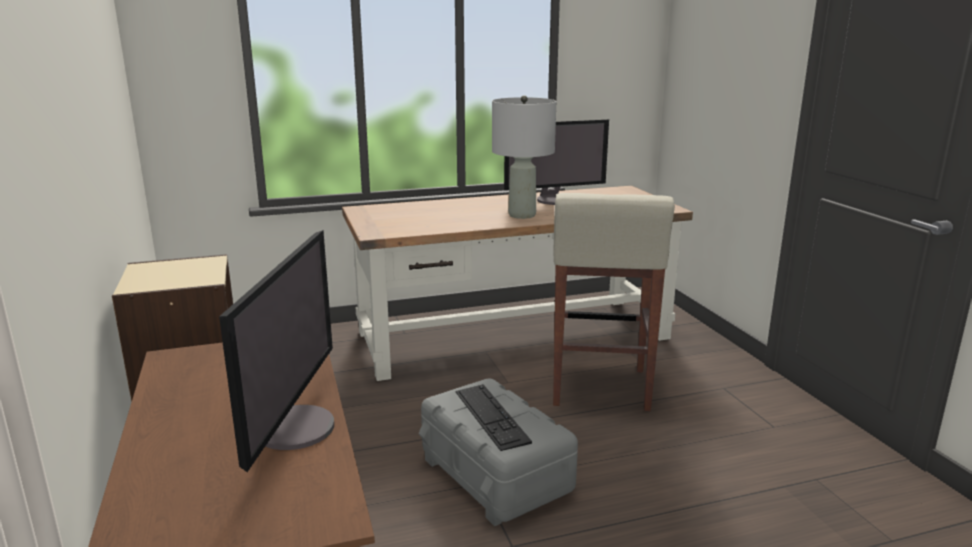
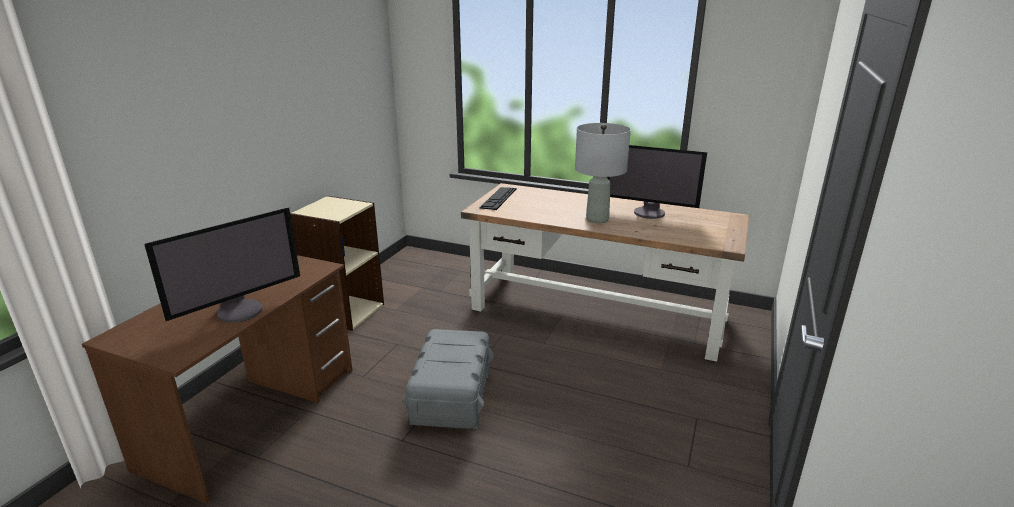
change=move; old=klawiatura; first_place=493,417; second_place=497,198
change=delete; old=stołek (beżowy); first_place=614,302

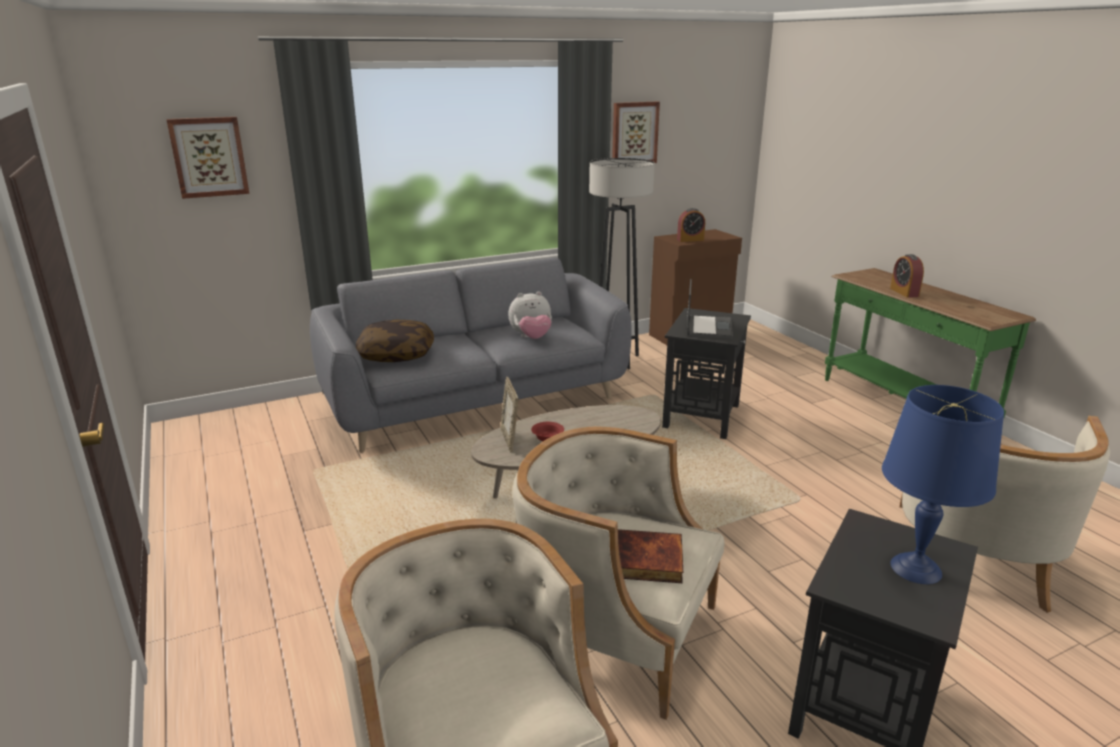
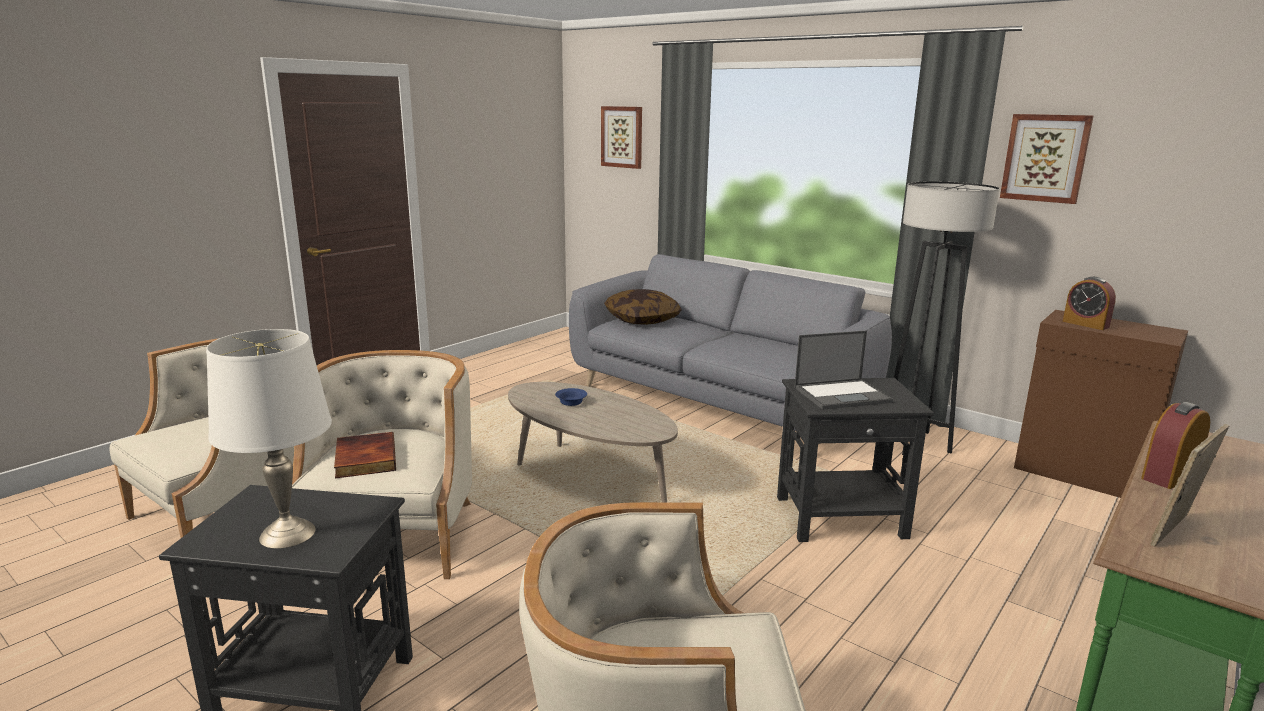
change=move; old=ramka na zdjęcie; first_place=509,414; second_place=1190,485
change=delete; old=pluszak; first_place=530,315
change=recolor; old=miska (czerwony); new=miska (niebieski); first_place=547,431; second_place=571,397
change=recolor; old=lampa stołowa (niebieski); new=lampa stołowa (biały); first_place=943,484; second_place=269,439

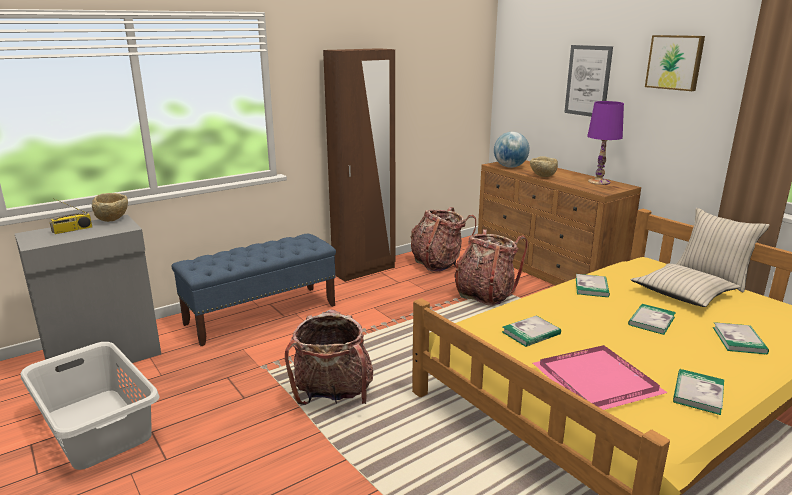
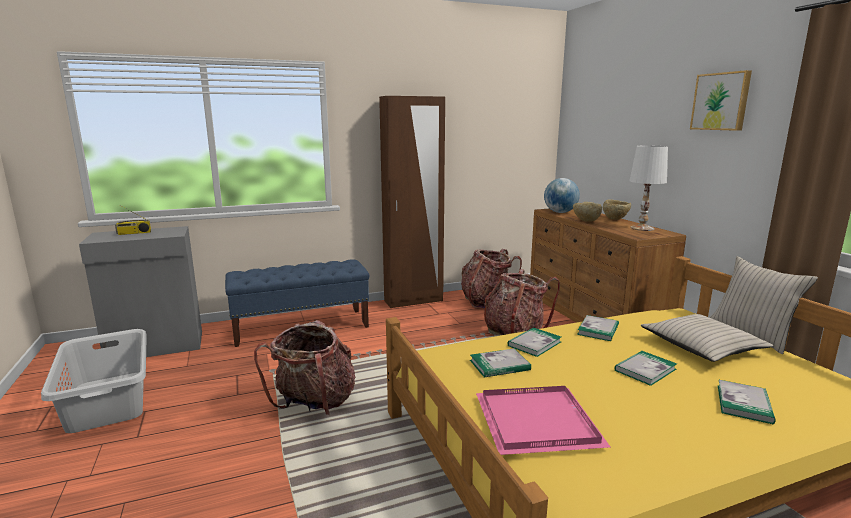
change=move; old=miska (beżowy); first_place=110,207; second_place=617,209
change=delete; old=obraz; first_place=588,81
change=recolor; old=lampa stołowa (fioletowy); new=lampa stołowa (biały); first_place=605,143; second_place=648,188
change=move; old=książka; first_place=698,392; second_place=534,342

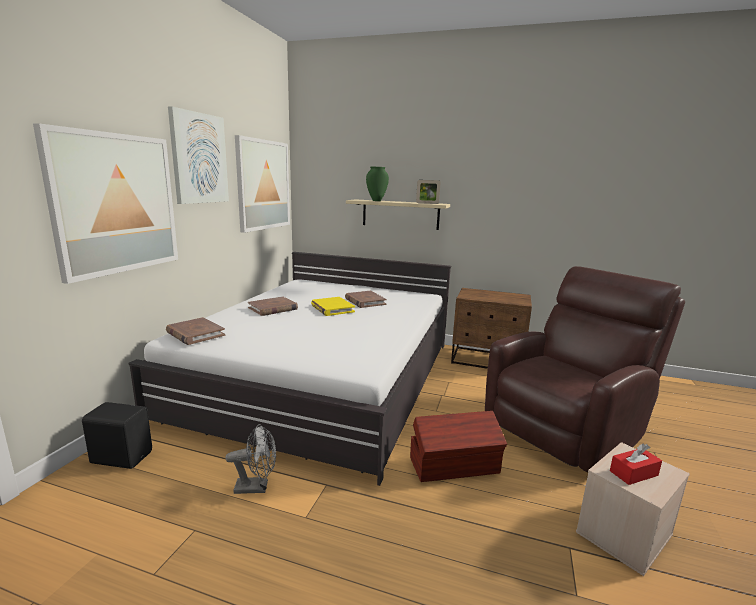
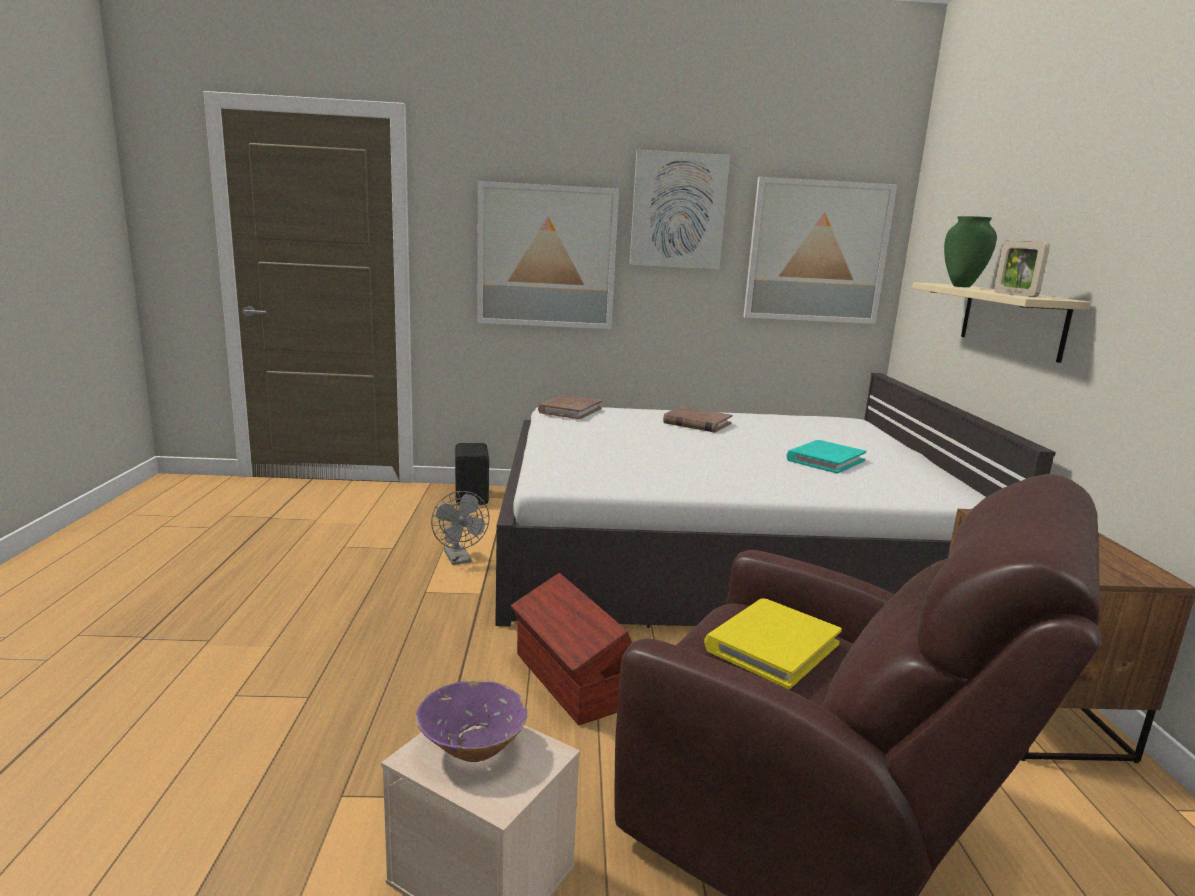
change=move; old=książka (żółty); first_place=333,306; second_place=773,643
change=recolor; old=książka (brązowy); new=książka (turkusowy); first_place=366,299; second_place=826,457
change=replace; old=pudełko chusteczek (czerwony); new=miska (fioletowy); first_place=636,464; second_place=471,721

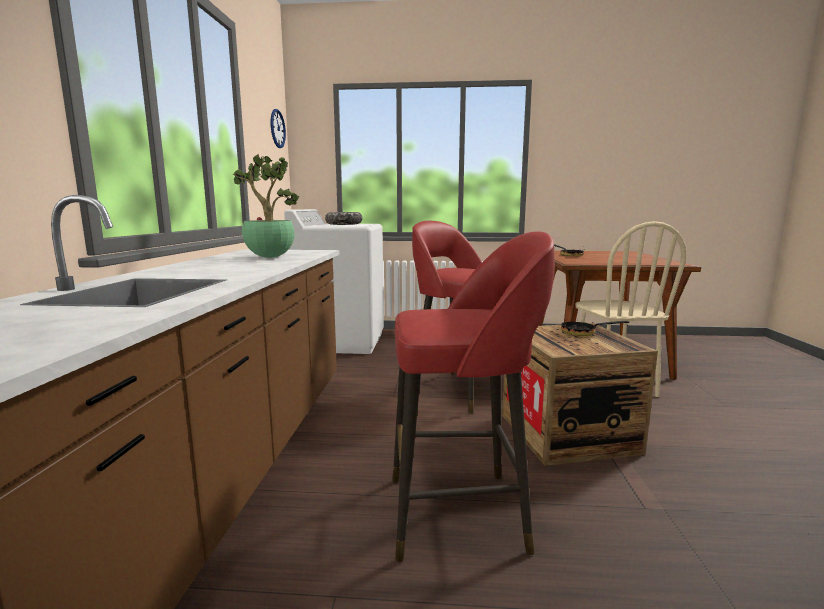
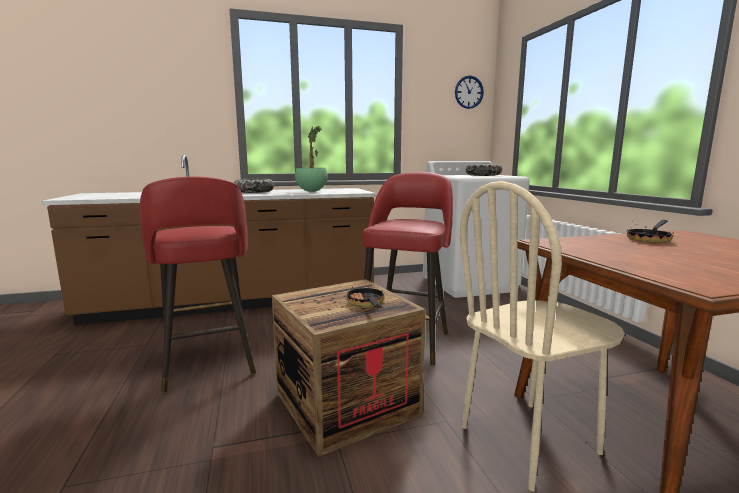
change=insert; new=miska; second_place=254,185

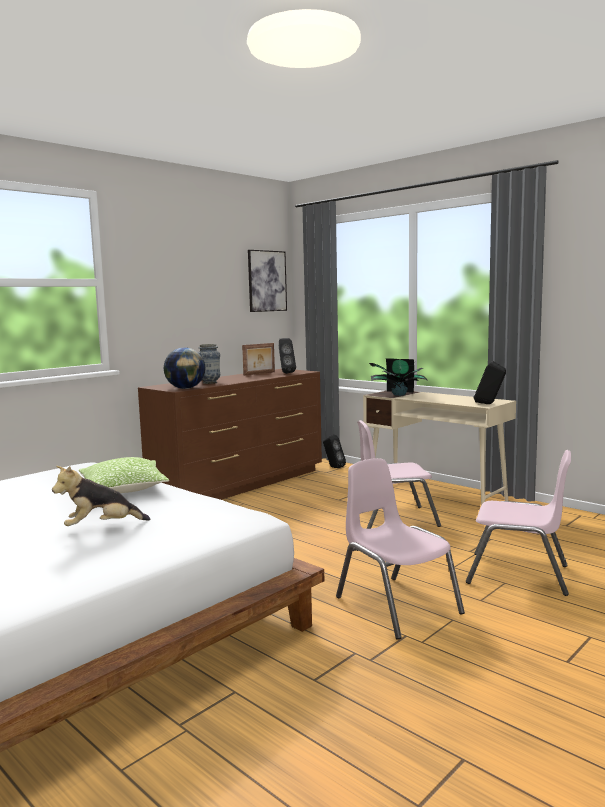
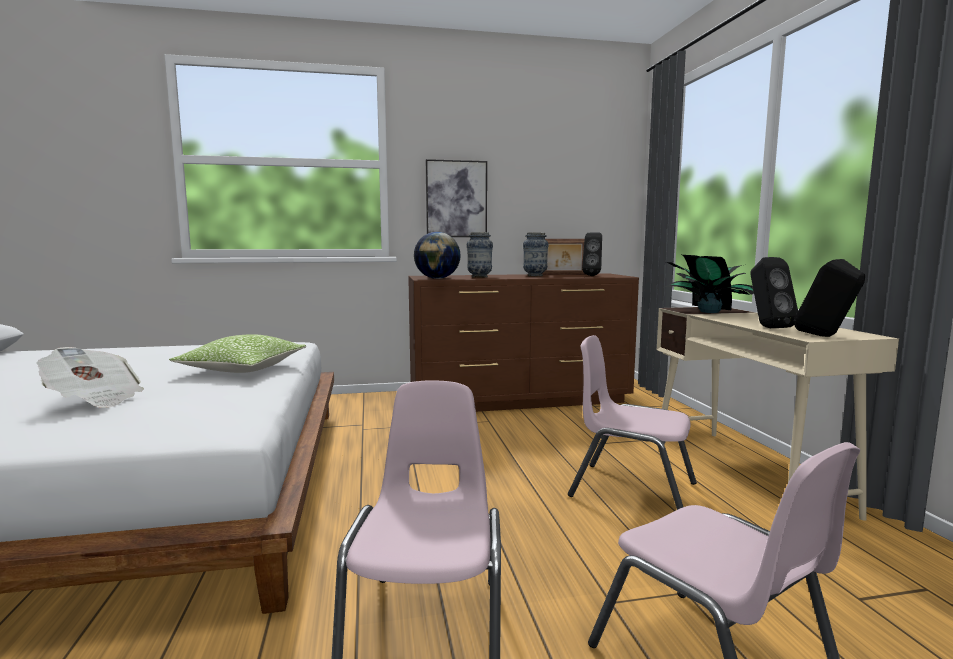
change=replace; old=pluszak; new=gazeta; first_place=101,496; second_place=90,377
change=move; old=obraz; first_place=267,281; second_place=456,198
change=move; old=głośnik (czarny); first_place=334,451; second_place=774,292
change=insert; new=wazon; second_place=536,254

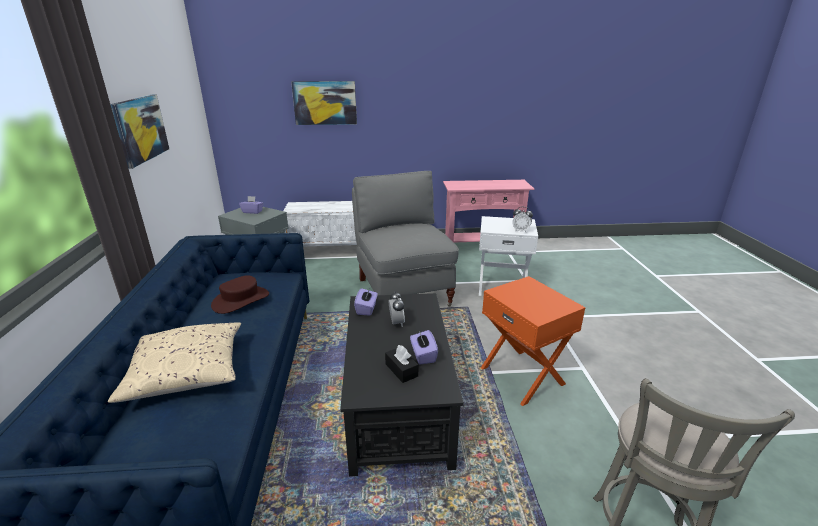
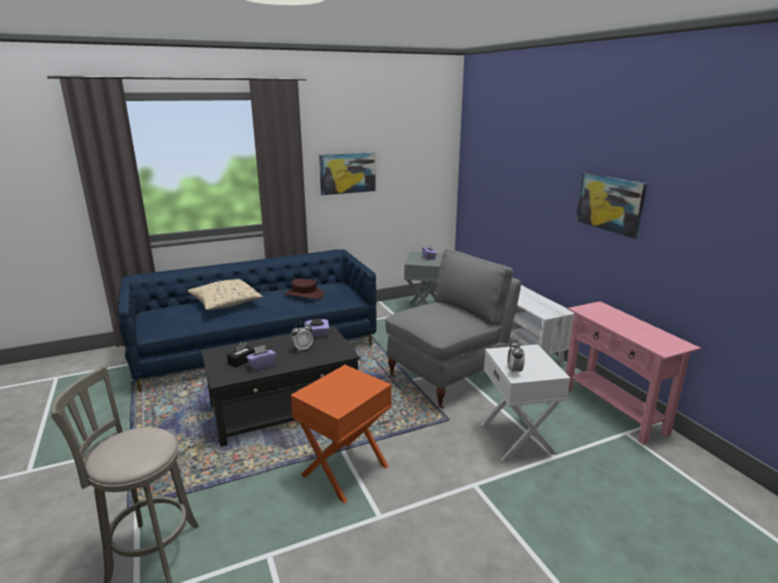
change=move; old=obraz; first_place=324,103; second_place=611,205

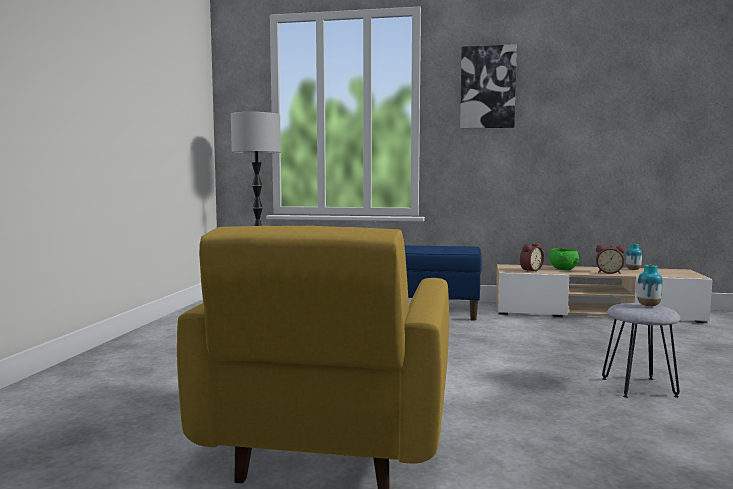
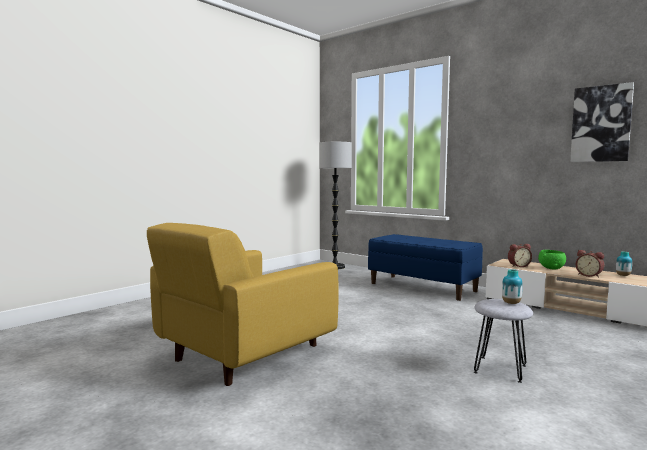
change=move; old=obraz; first_place=488,86; second_place=602,122

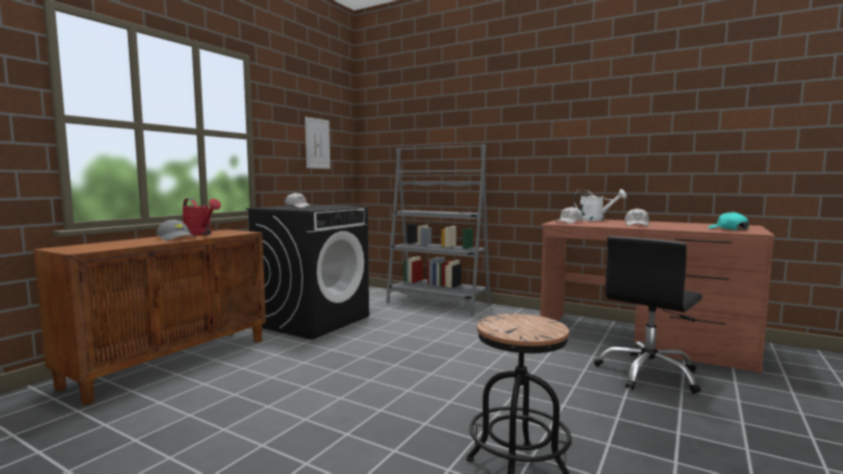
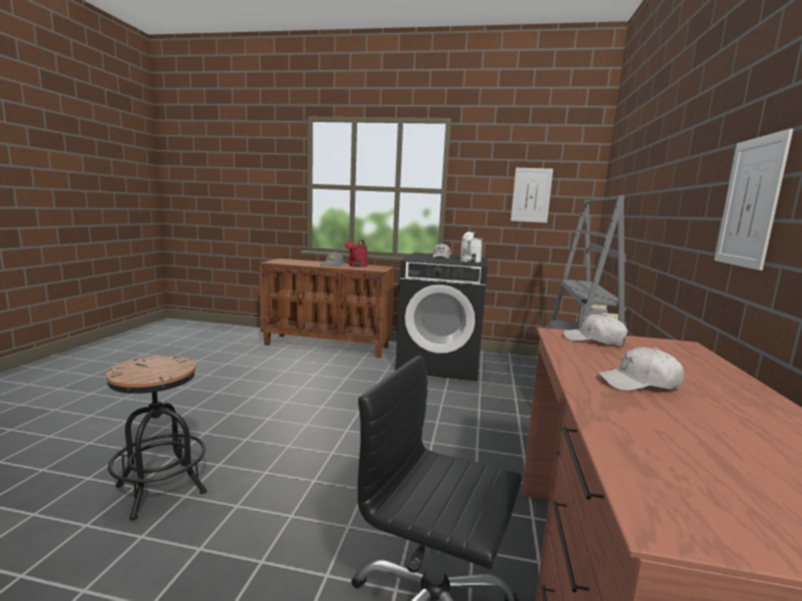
change=move; old=konewka (biały); first_place=600,205; second_place=471,247
change=delete; old=czapka z daszkiem (turkusowy); first_place=728,221
change=insert; new=obraz; second_place=753,199

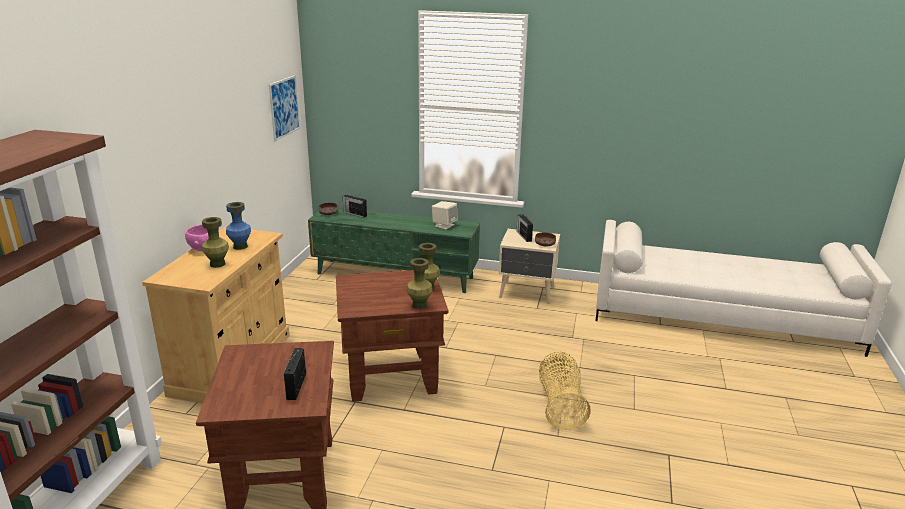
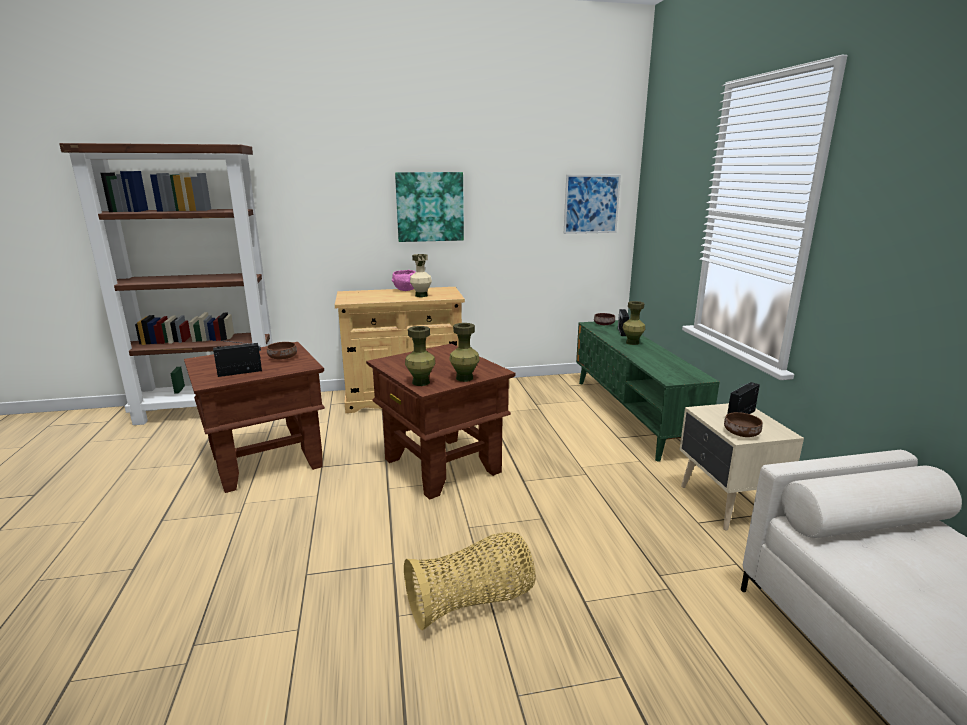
change=move; old=wazon (zielony); first_place=215,242; second_place=634,323
change=recolor; old=wazon (niebieski); new=wazon (beżowy); first_place=238,226; second_place=421,275
change=delete; old=głośnik (beżowy); first_place=445,215
change=insert; new=miska (brązowy); second_place=282,351
change=insert; new=obraz; second_place=429,207

